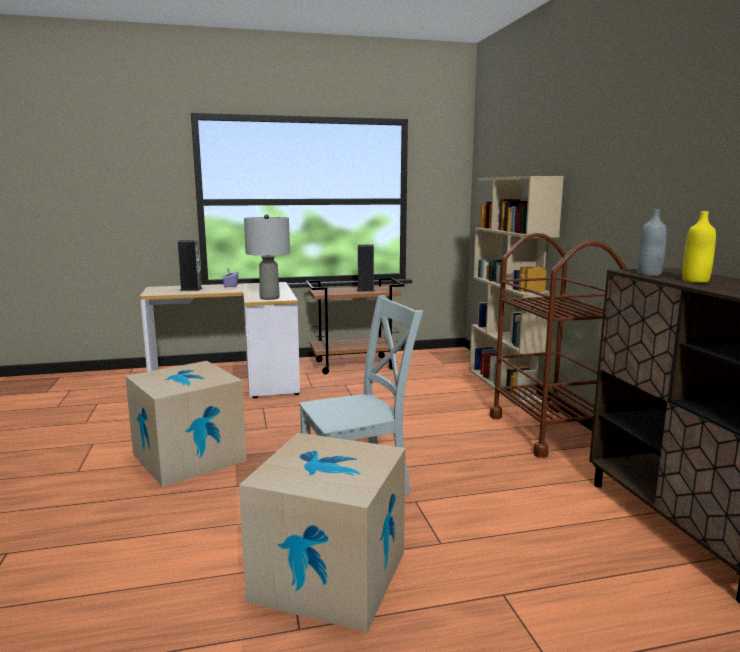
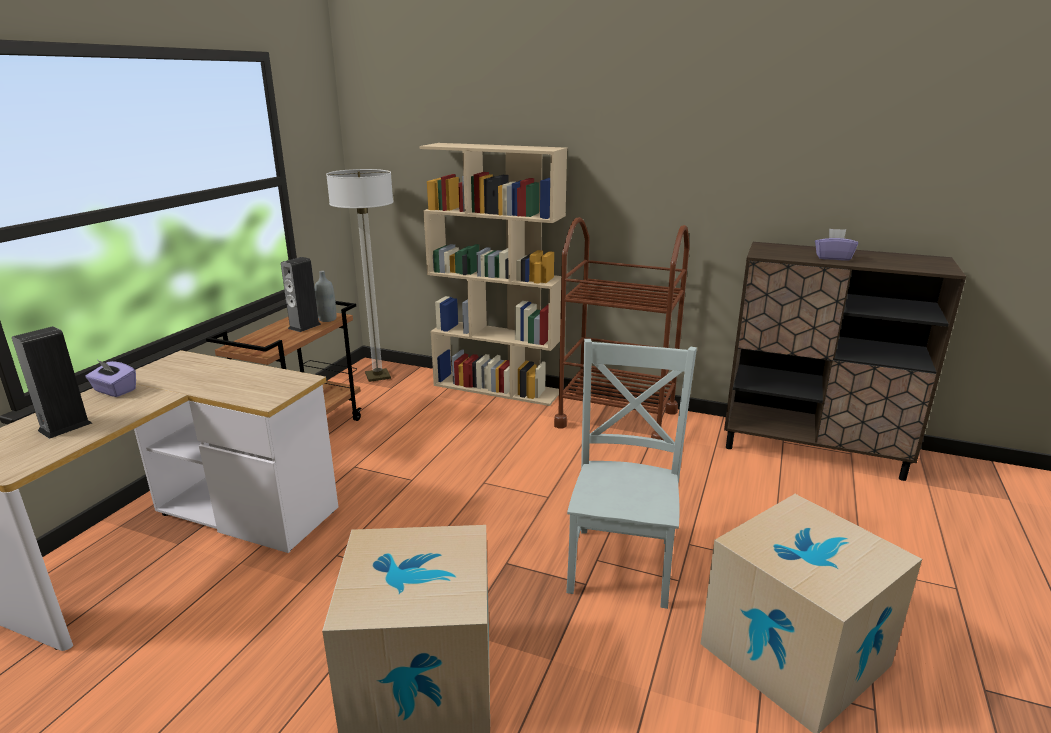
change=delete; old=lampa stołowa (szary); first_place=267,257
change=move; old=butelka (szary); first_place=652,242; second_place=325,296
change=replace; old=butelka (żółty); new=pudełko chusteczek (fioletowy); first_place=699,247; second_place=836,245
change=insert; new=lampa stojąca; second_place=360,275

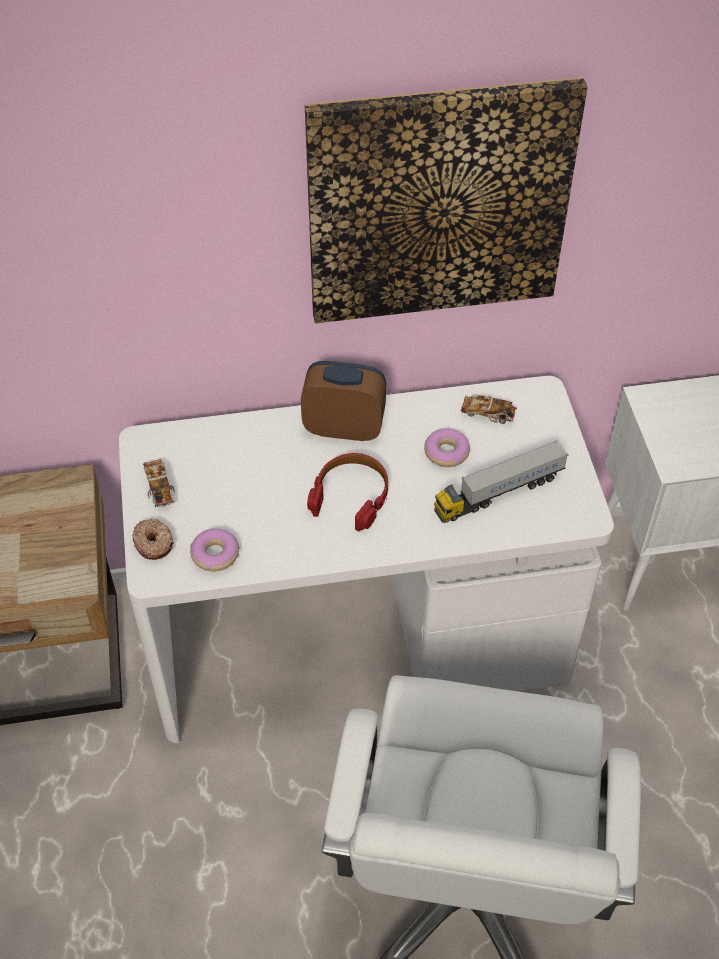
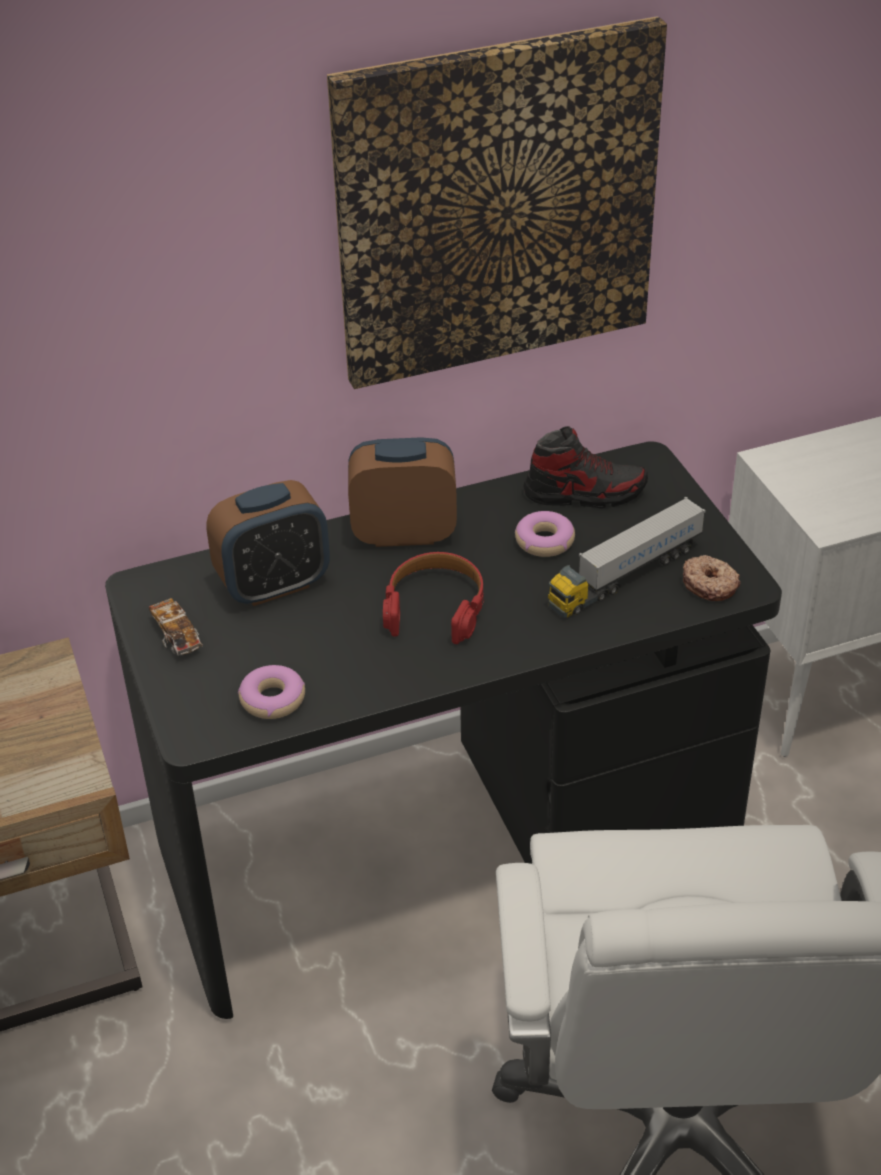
change=recolor; old=biurko (biały); new=biurko (czarny); first_place=366,559; second_place=443,730
change=move; old=donut; first_place=153,539; second_place=712,578
change=replace; old=samochodzik; new=but; first_place=489,409; second_place=585,467
change=insert; new=budzik; second_place=268,543

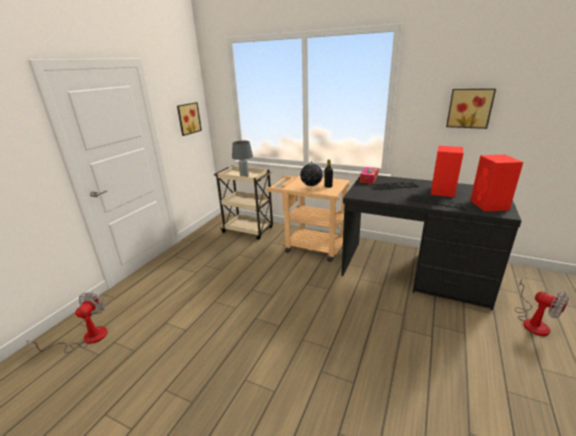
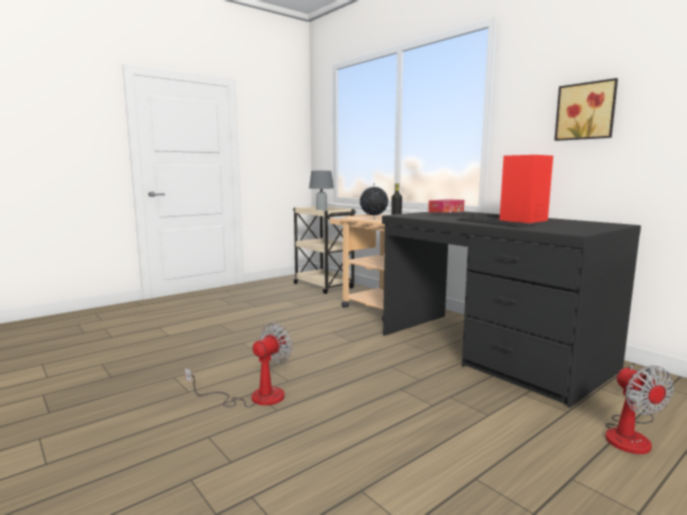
change=move; old=wentylator; first_place=67,322; second_place=238,365
change=delete; old=obraz; first_place=189,119
change=delete; old=głośnik (czerwony); first_place=496,183

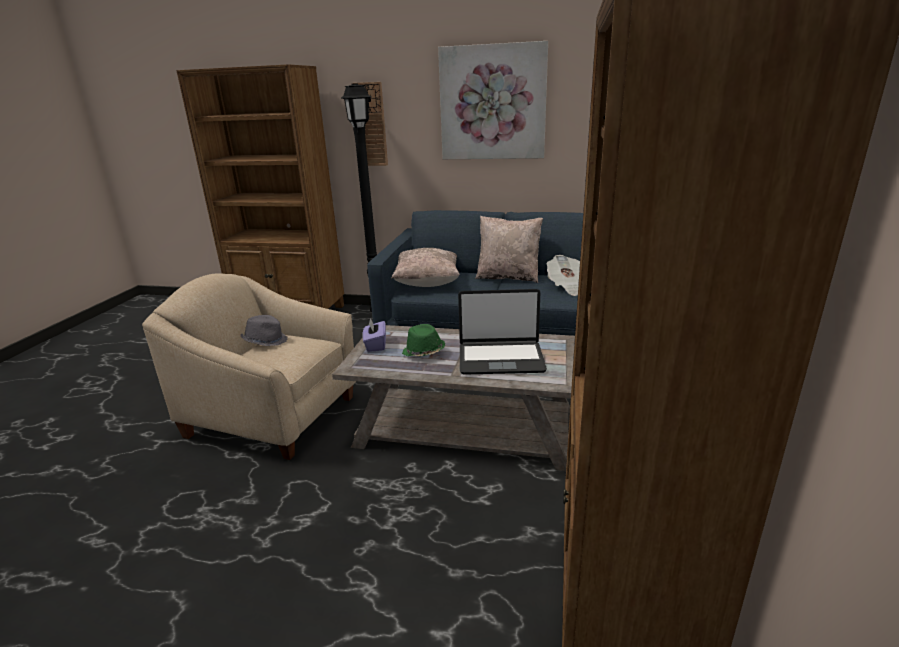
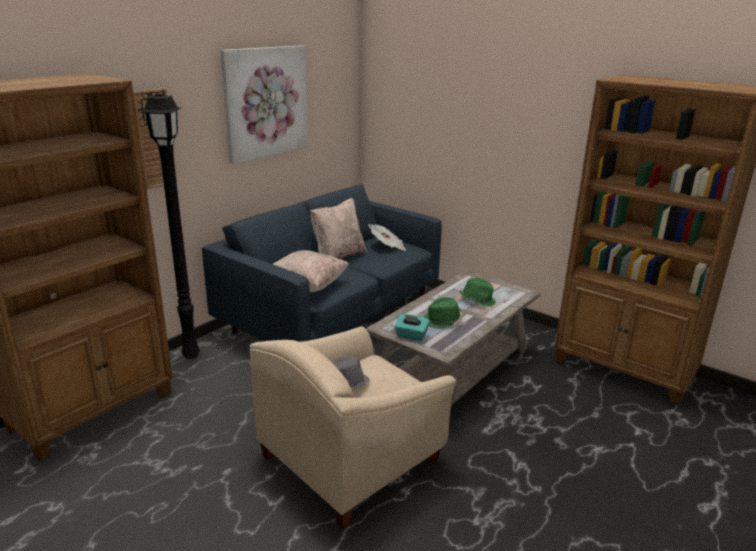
change=recolor; old=pudełko chusteczek (fioletowy); new=pudełko chusteczek (turkusowy); first_place=374,335; second_place=412,327
change=replace; old=laptop; new=kapelusz (zielony); first_place=502,332; second_place=478,292

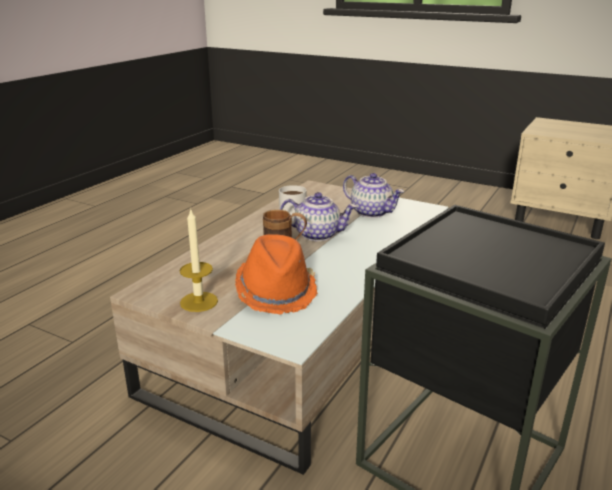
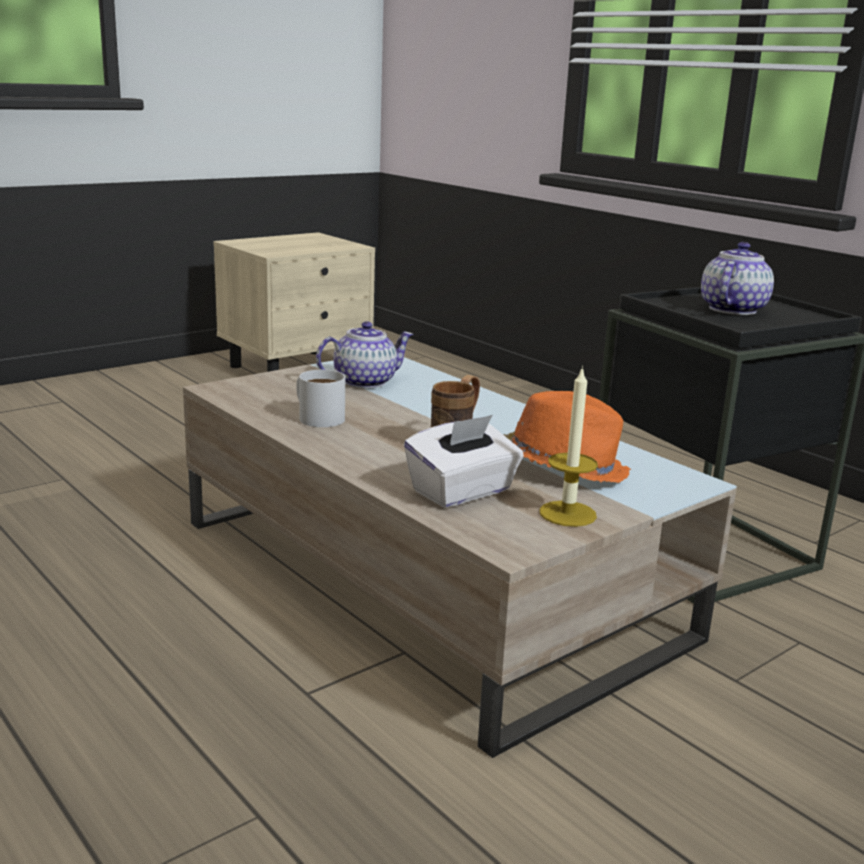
change=move; old=imbryk; first_place=318,216; second_place=737,278
change=insert; new=pudełko chusteczek (biały); second_place=464,461

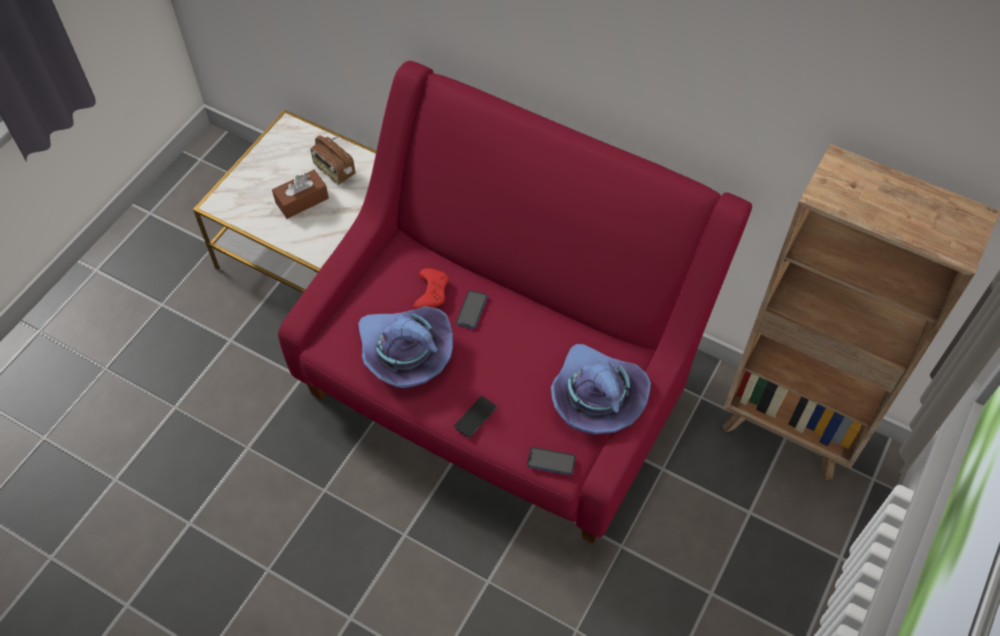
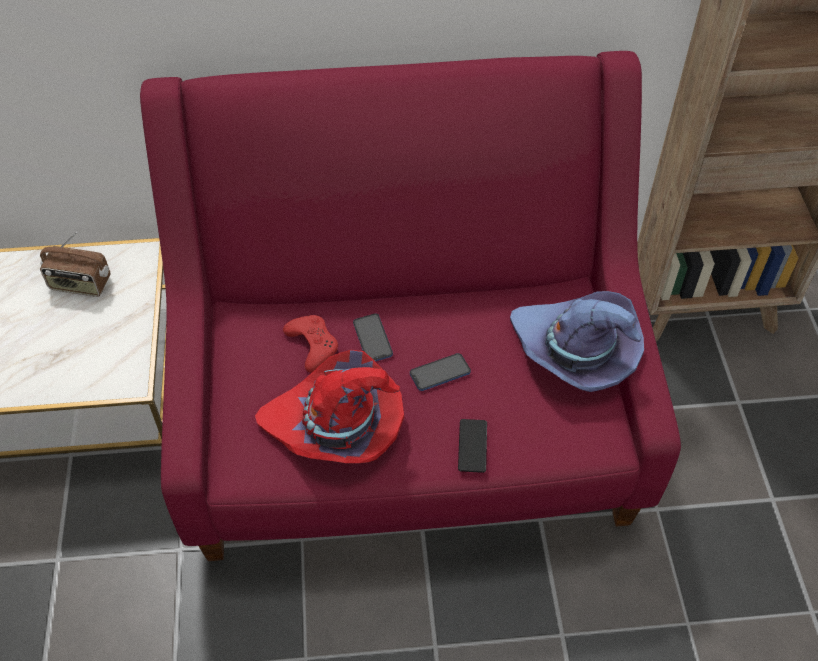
change=delete; old=pudełko chusteczek (brązowy); first_place=300,194
change=recolor; old=kapelusz (fioletowy); new=kapelusz (czerwony); first_place=405,347; second_place=329,406
change=move; old=telefon; first_place=551,461; second_place=440,372

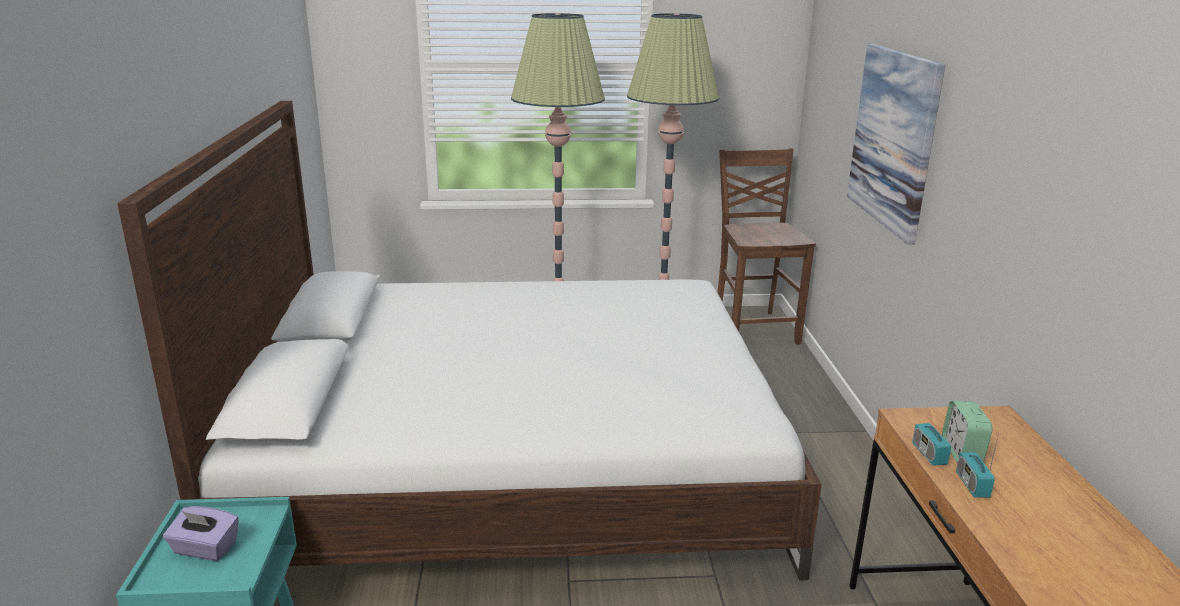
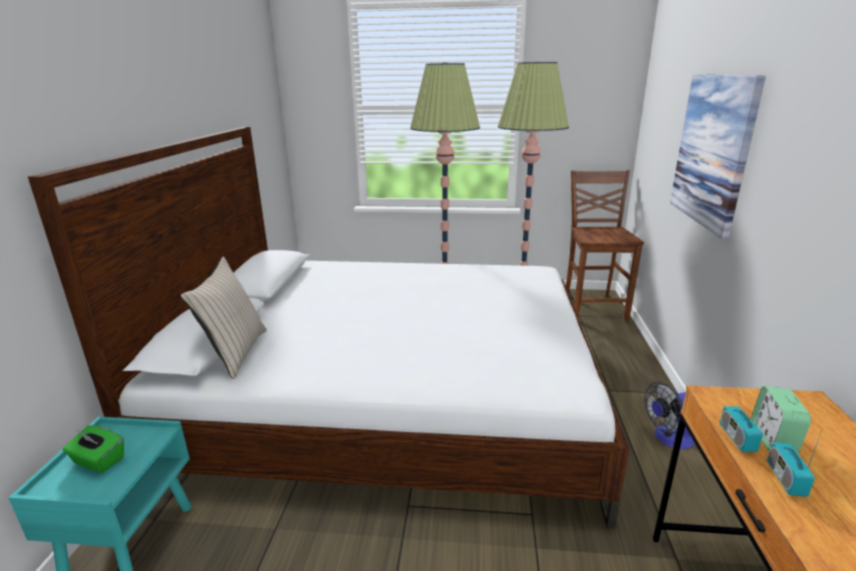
change=recolor; old=pudełko chusteczek (fioletowy); new=pudełko chusteczek (zielony); first_place=201,533; second_place=93,449
change=insert; new=poduszka (beżowy); second_place=223,317
change=insert; new=wentylator; second_place=669,415

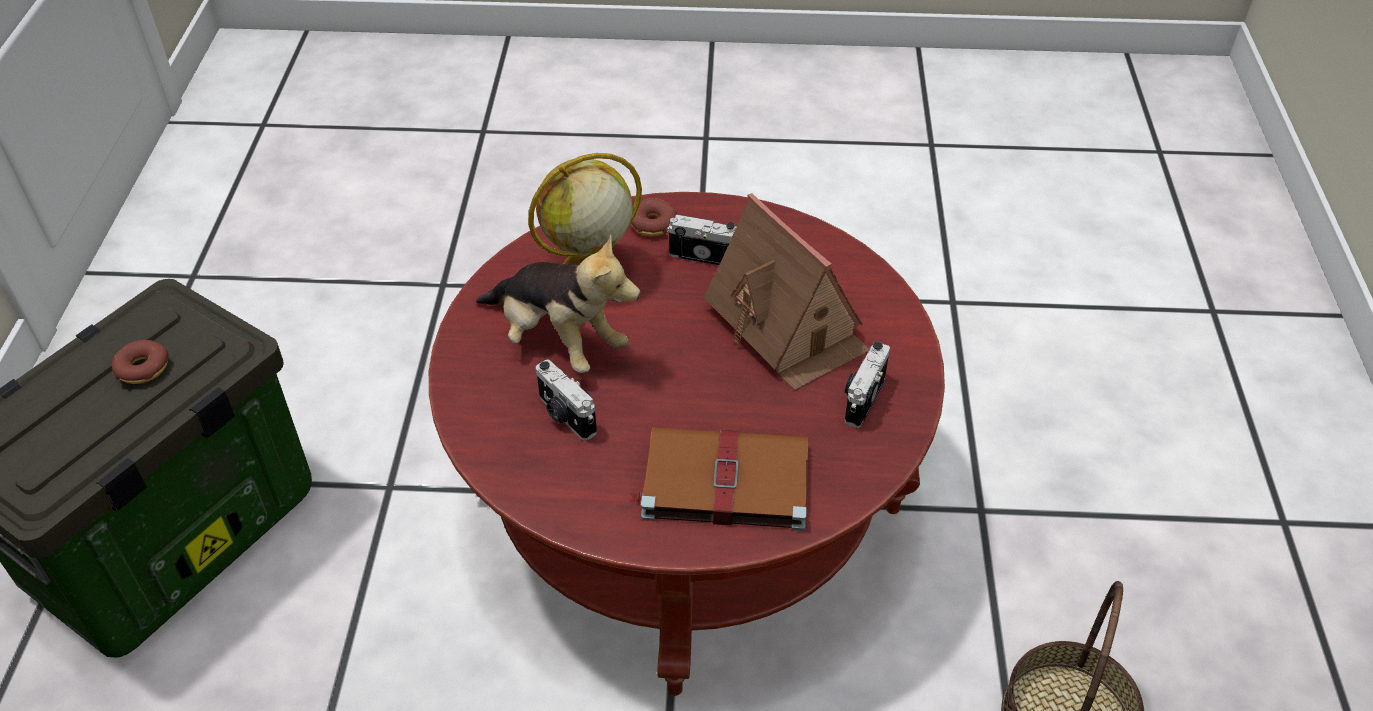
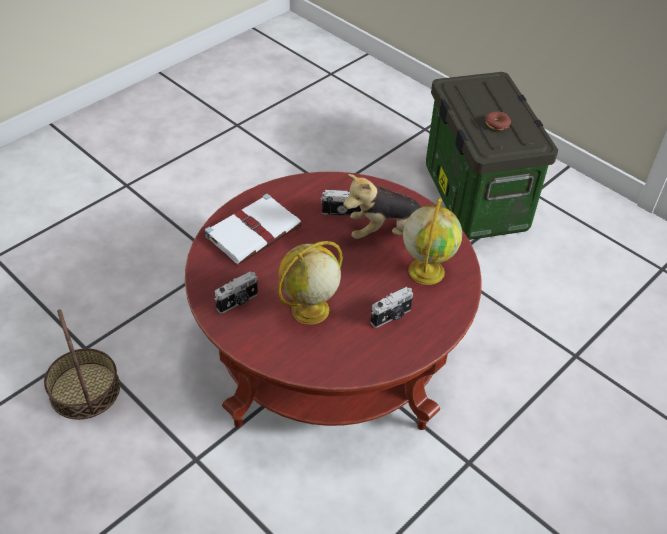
change=recolor; old=książka (brązowy); new=książka (biały); first_place=718,479; second_place=253,229
change=delete; old=donut; first_place=654,217
change=replace; old=domek; new=globus; first_place=787,291; second_place=310,283
change=rotate; old=aparat fotograficzny; first_place=867,385; second_place=236,292; degrees=75

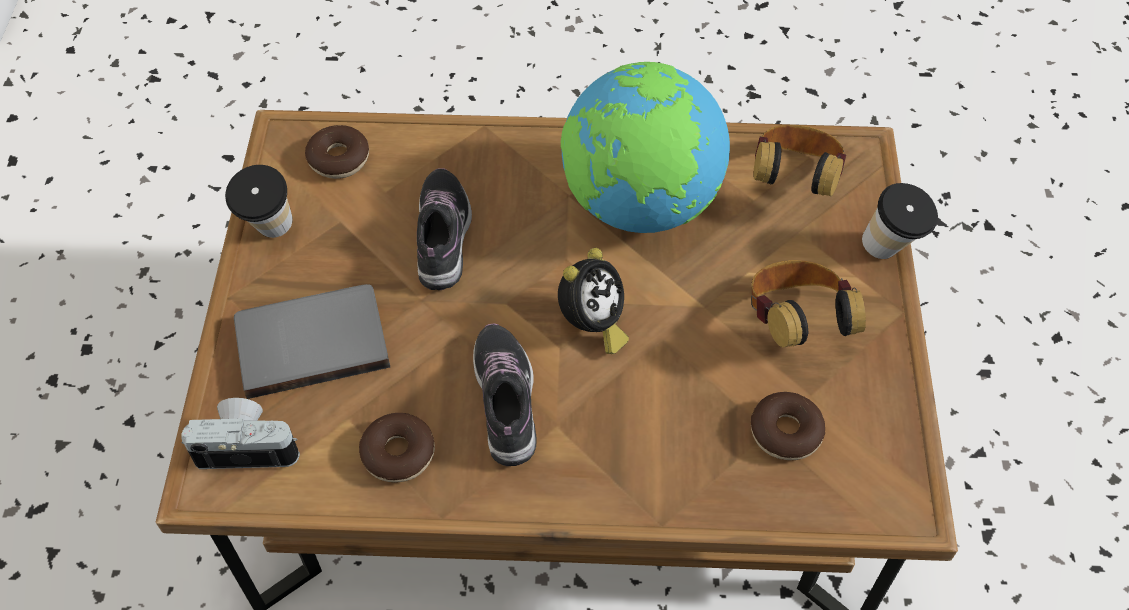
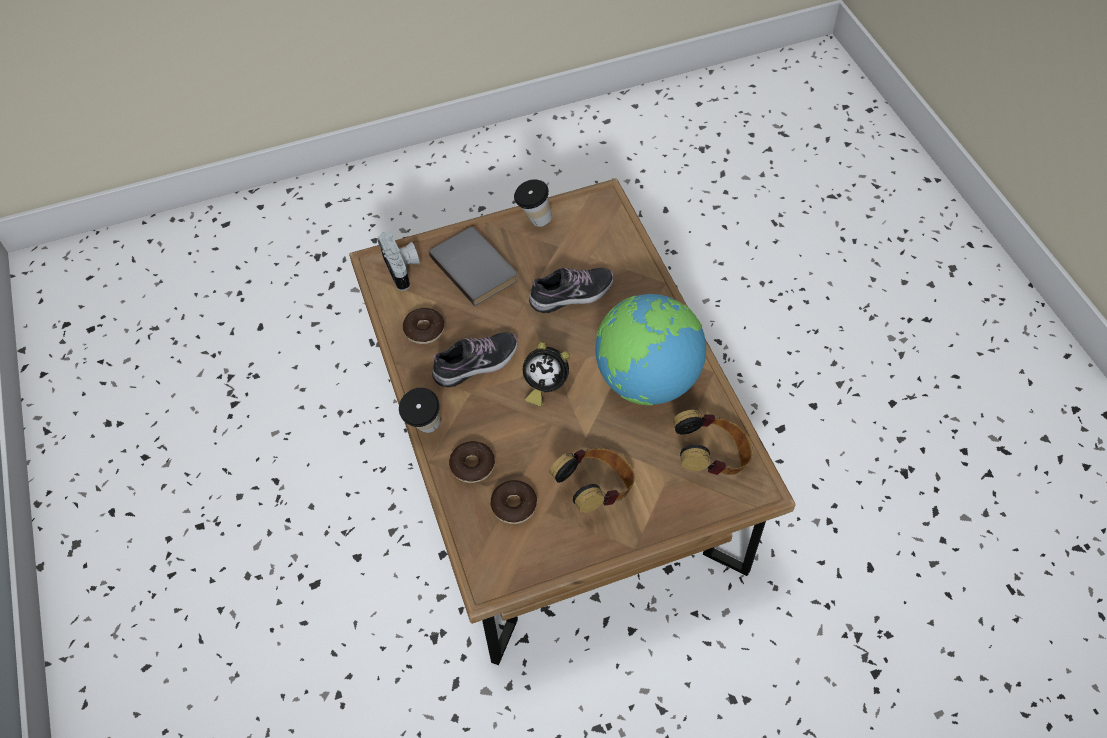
change=move; old=donut; first_place=337,152; second_place=472,462
change=move; old=filiżanka; first_place=900,221; second_place=419,410

